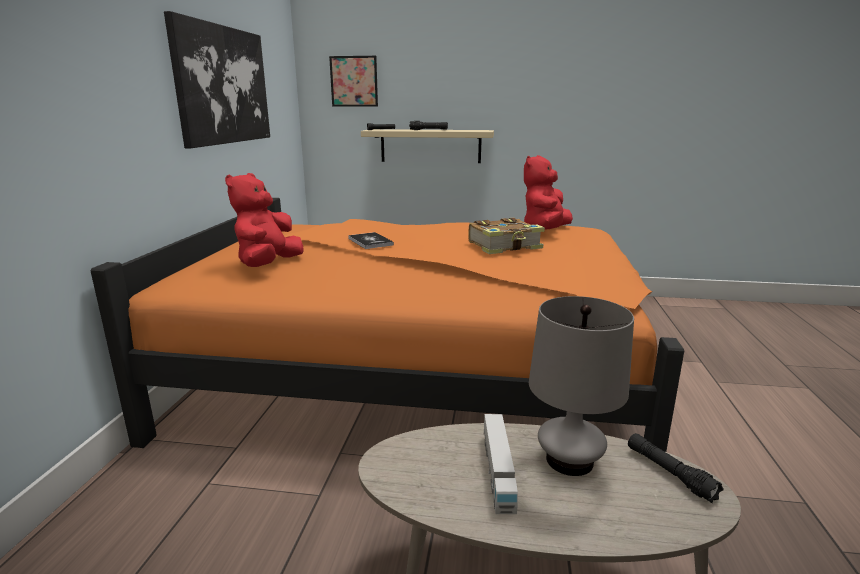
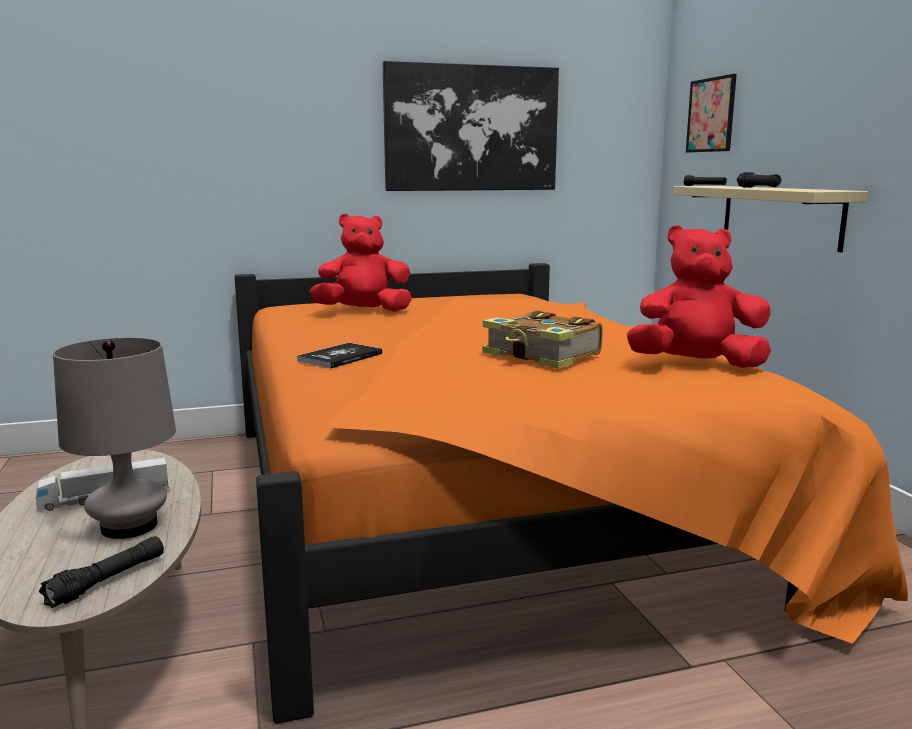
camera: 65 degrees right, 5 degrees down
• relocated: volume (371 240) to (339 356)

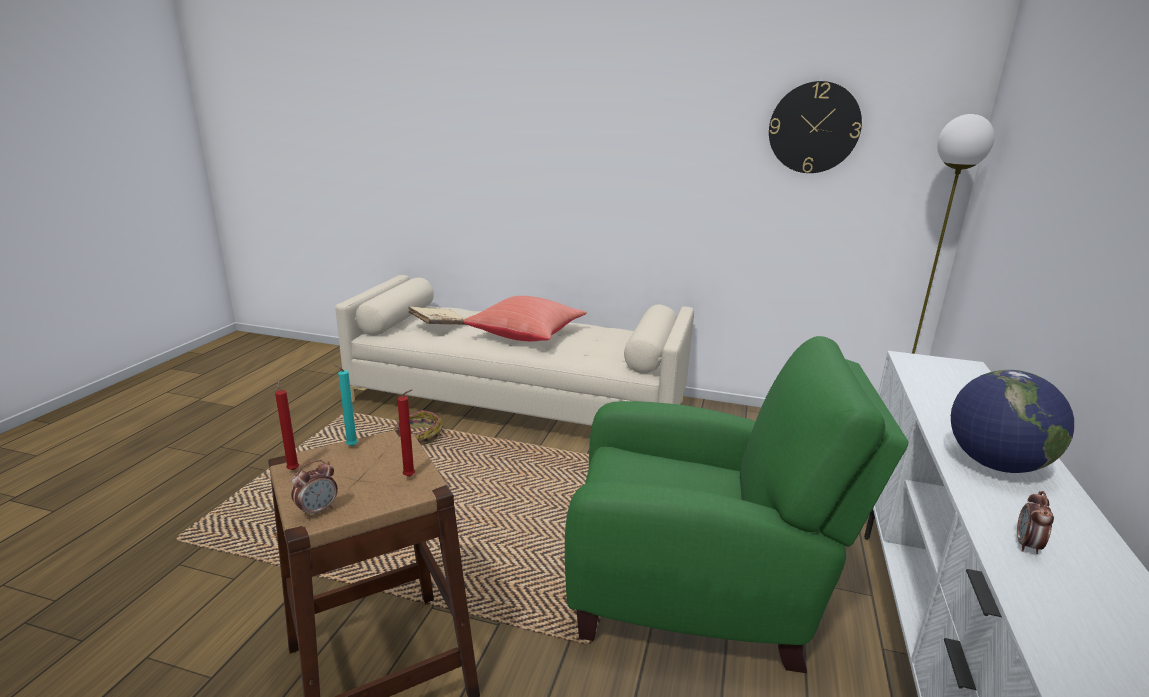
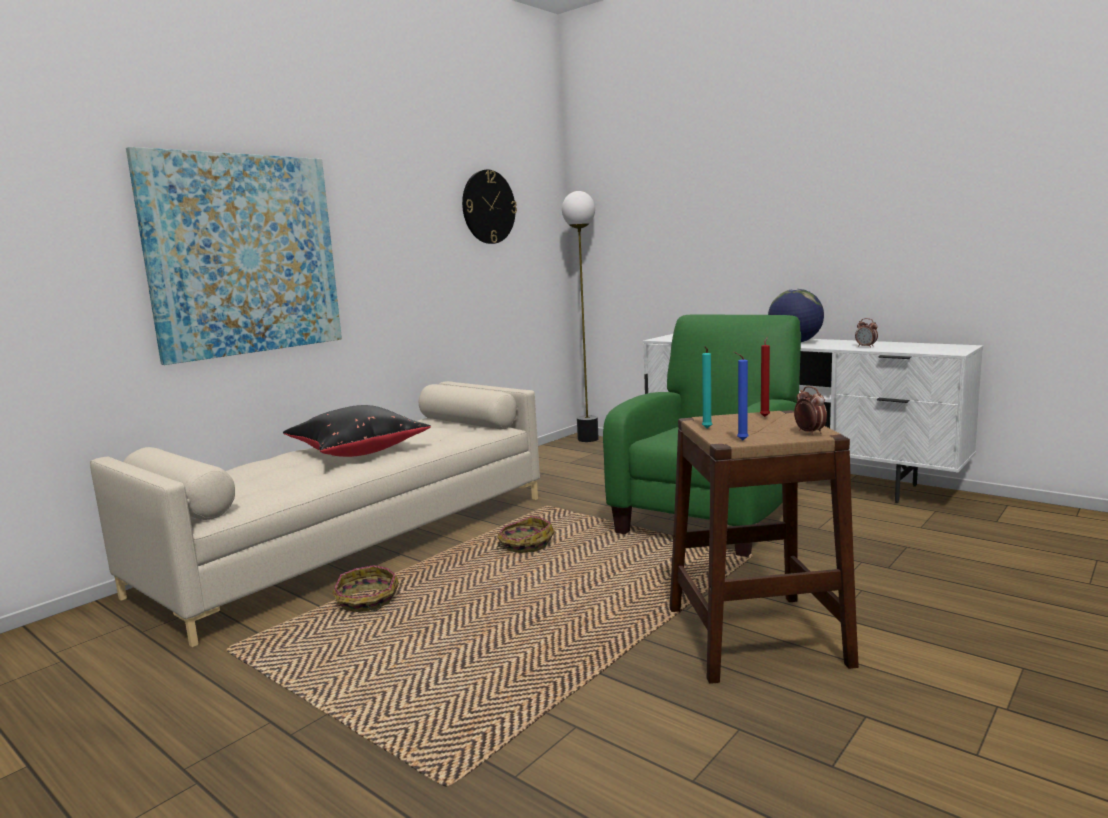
camera: 65 degrees left, 10 degrees down
• colour: wax light in red (287 425) to wax light in bluish (741 396)
• missing: volume in beige-coloured (437 315)
• colour: throw pillow in red (525 318) to throw pillow in blackish (357 431)
• appeared: picture (234 256)
• appeared: household basket (526 534)

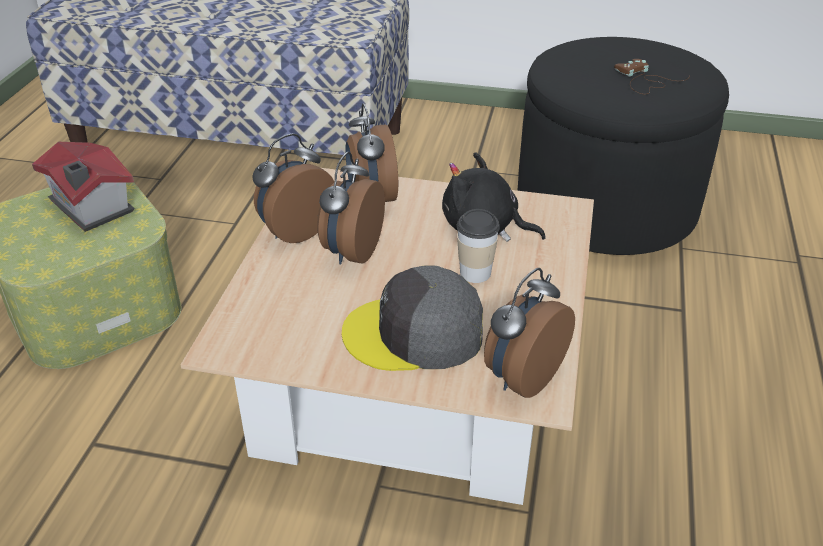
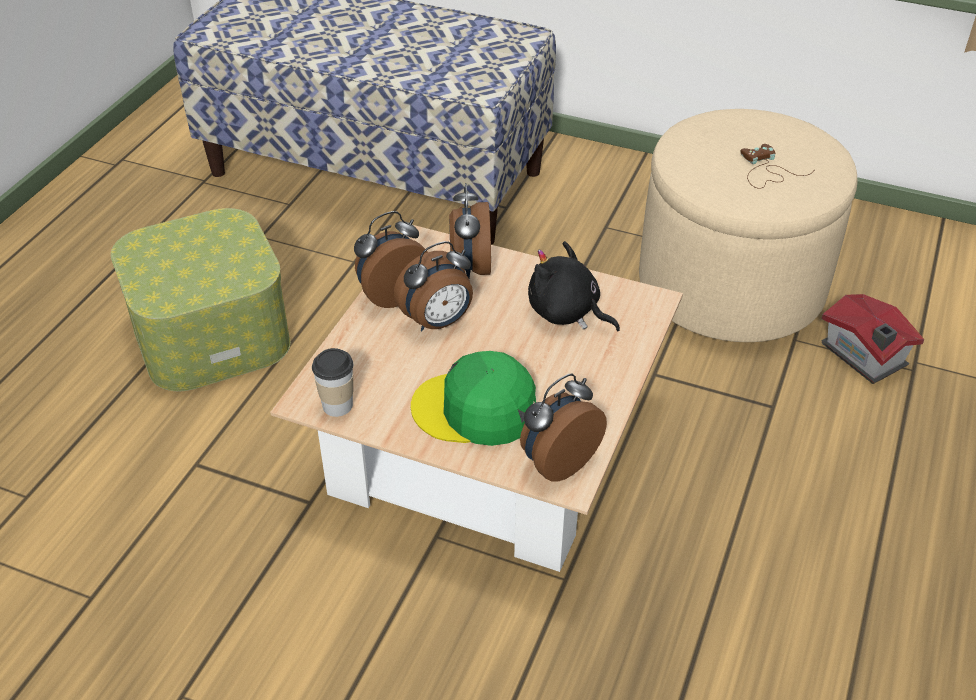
camera: 10 degrees right, 5 degrees up
• relocated: toy house (83 187) to (873 339)
• spun: alarm clock (351 208) = (433 286) 150 degrees counterclockwise
• colour: peaked cap in gray (412 318) to peaked cap in greenish (473 398)
• relocated: small cup (478 246) to (332 382)
• colour: ottoman in blackish (623 146) to ottoman in beige-coloured (748 225)

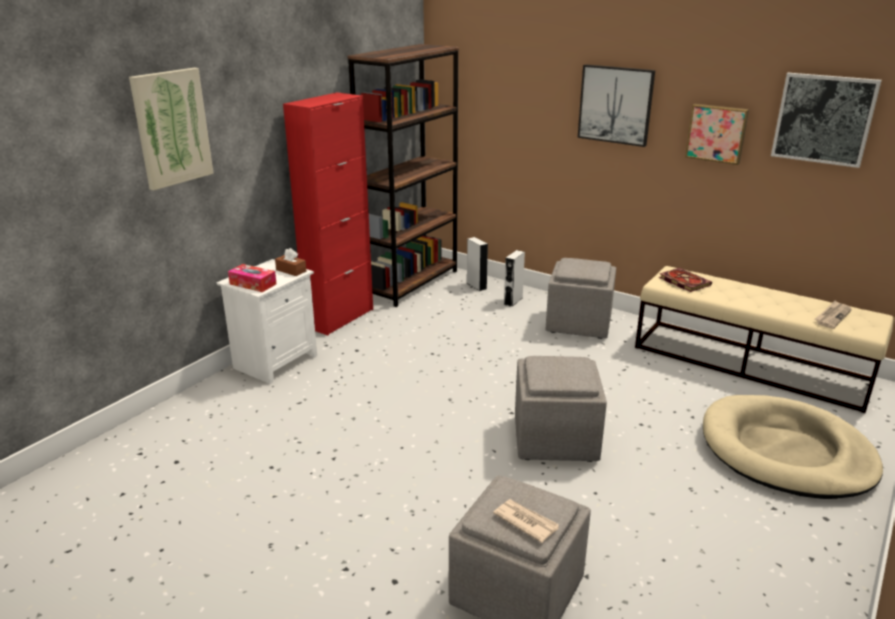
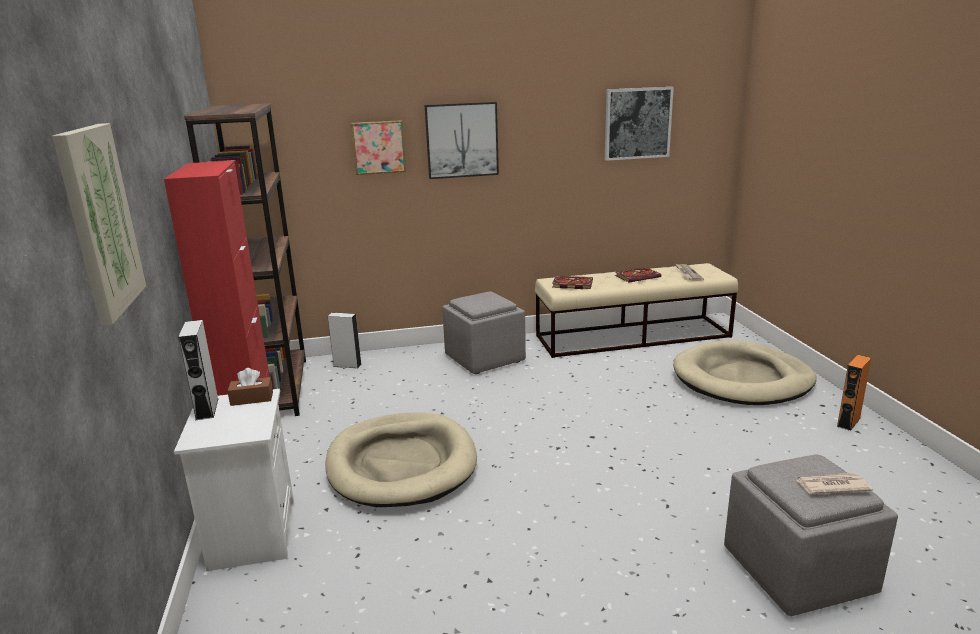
camera: 45 degrees left, 5 degrees down
• missing: tissue holder (252 278)
• relocated: speaker in gray (514 278) to (198 370)
• missing: ottoman in gray (561 409)
• relocated: picture (717 134) to (378 147)
• appeared: dog cushion in beige-coloured (401 459)
• appeared: volume (638 274)
• appeared: speaker in orange (854 393)

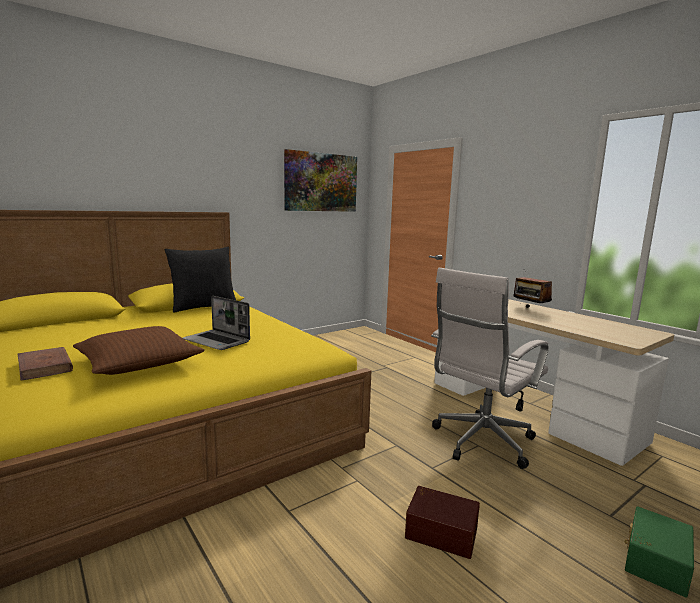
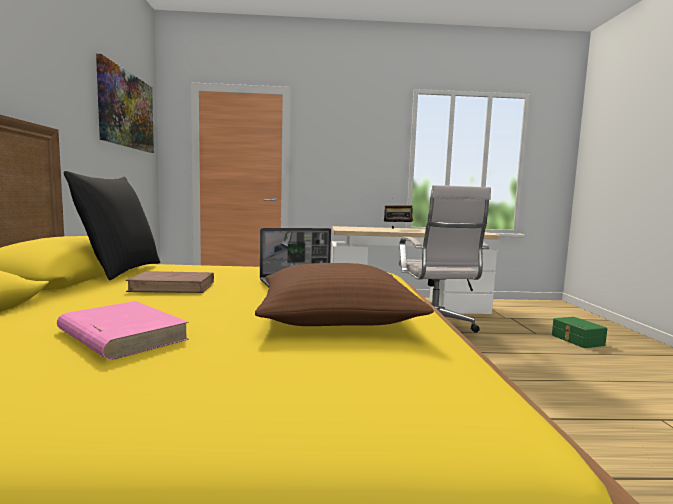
camera: 55 degrees left, 5 degrees down
• relocated: volume in brownish (45 364) to (170 282)
• missing: storage box in brownish (442 522)
• appeared: volume in pink-coloured (123 330)

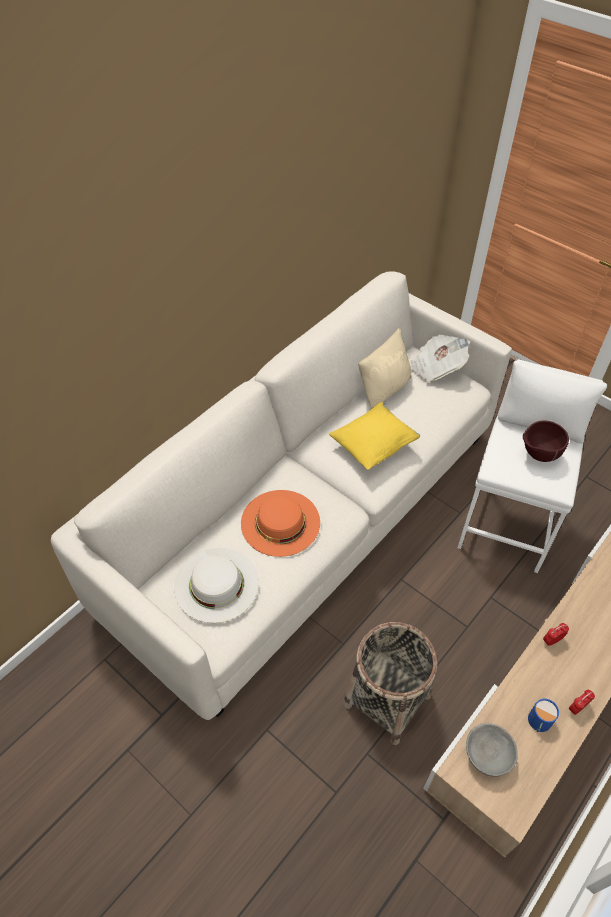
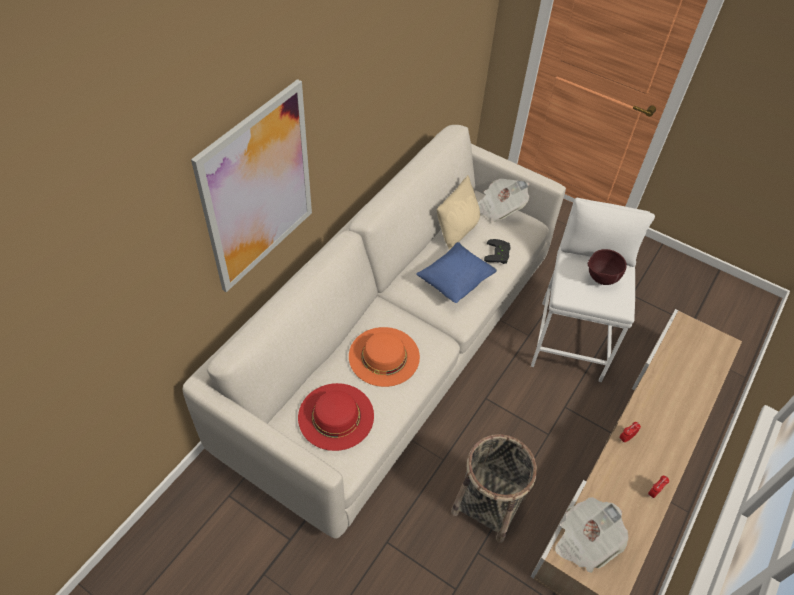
camera: 10 degrees left, 0 degrees up
• colour: hat in white-coloured (216 585) to hat in red (336 417)
• colour: throw pillow in yellow-coloured (374 436) to throw pillow in bluish (456 272)
• exchanged: serving bowl in gray (492 750) to daily paper (591 535)
• missing: tea mug in bluish (543 715)
• appeared: picture (251 185)
• appeared: joypad in blackish (497 251)

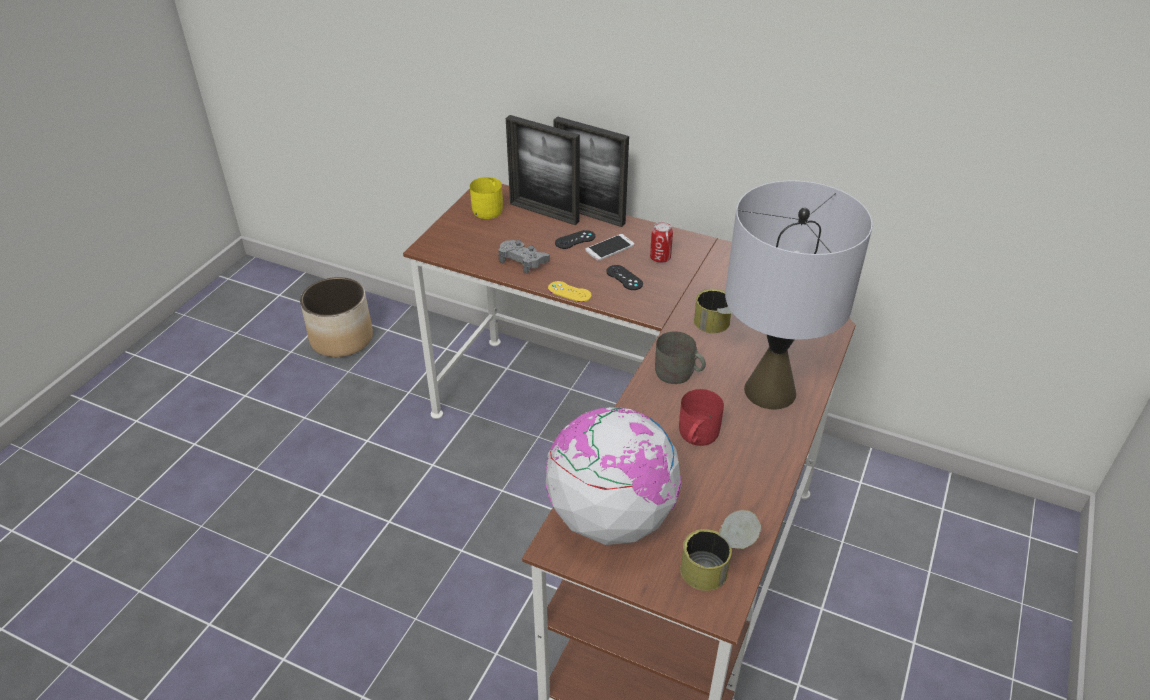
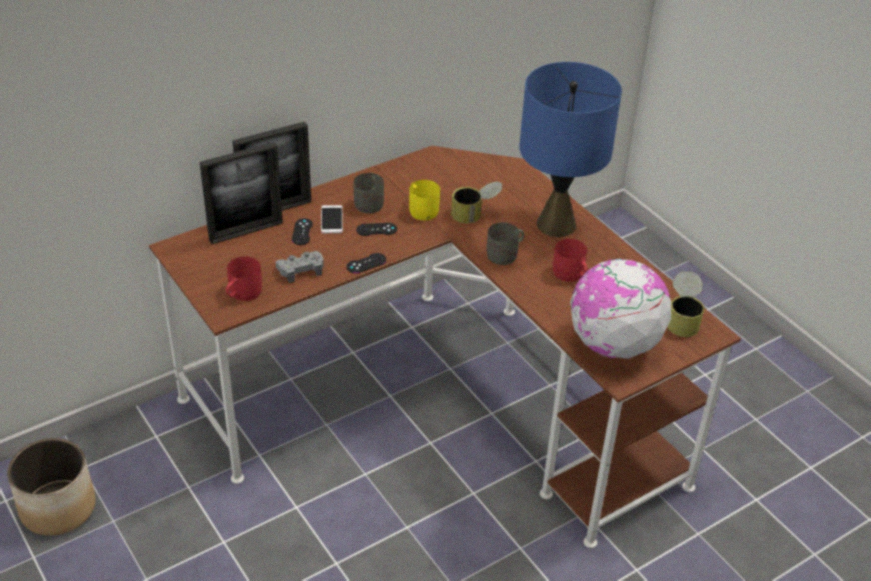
camera: 60 degrees left, 0 degrees up
• relocated: tea mug in yellow-coloured (486 198) to (424 200)
• colour: joypad in yellow-coloured (570 291) to joypad in blackish (366 263)
• exchanged: sealed can (661 242) to tea mug in gray (369 193)
• colour: table lamp in gray (799 295) to table lamp in bluish (570 149)
• appeared: tea mug in red (244 279)

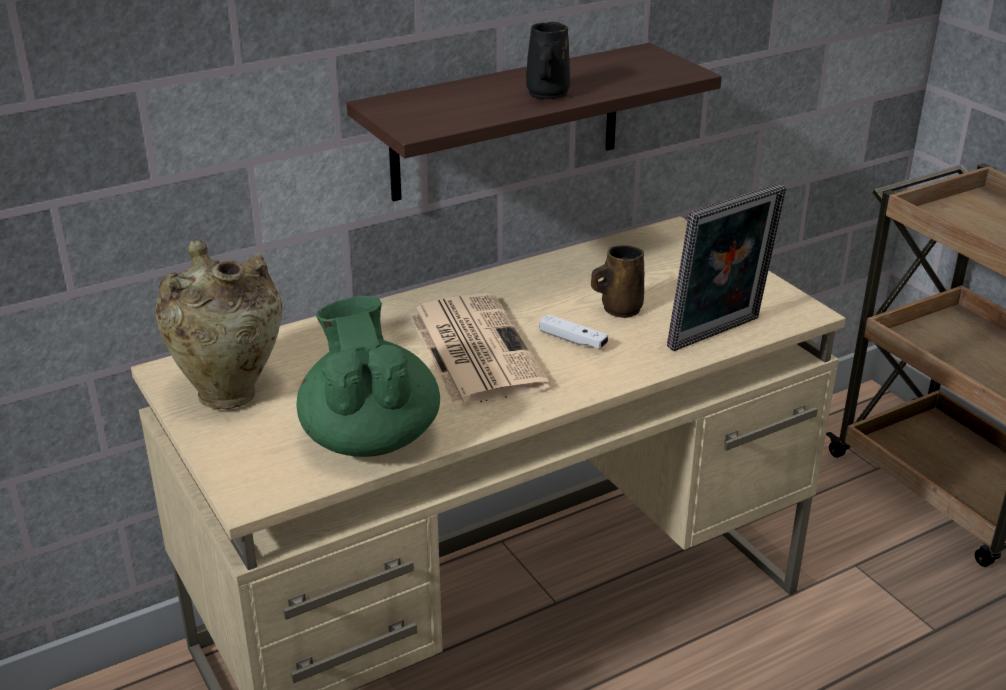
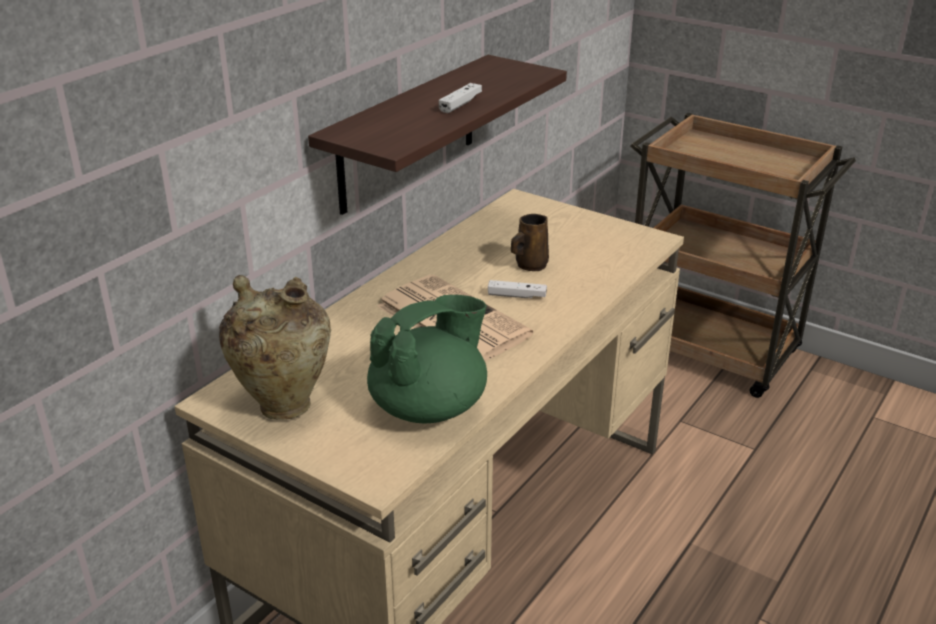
camera: 25 degrees left, 0 degrees up
• spun: pot for tea in greenish (368 376) = (427 359) 90 degrees clockwise
• exchanged: tea mug in blackish (548 60) to joypad in white-coloured (460 98)
• missing: standing frame (726 267)

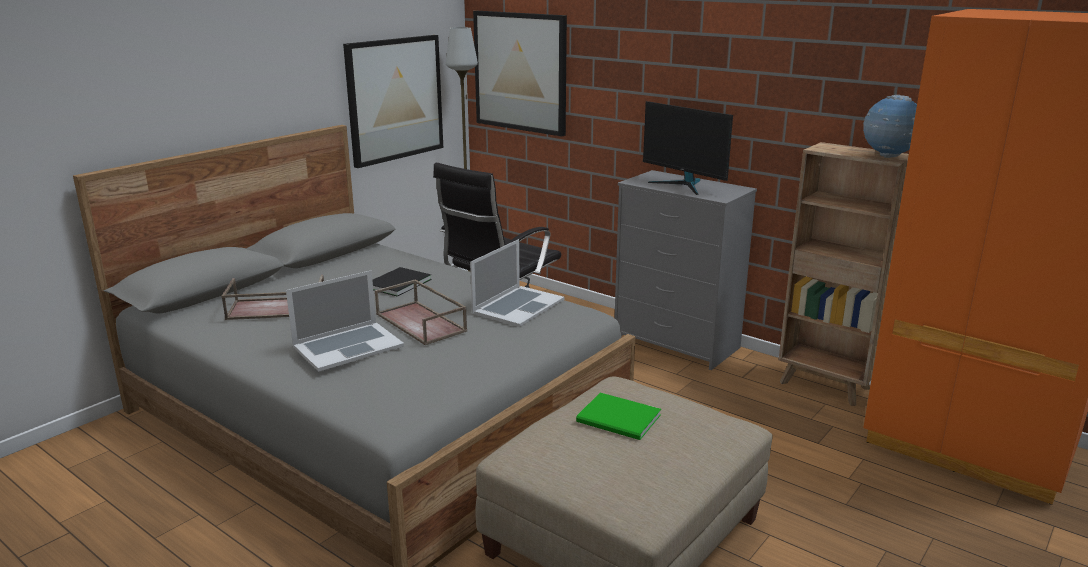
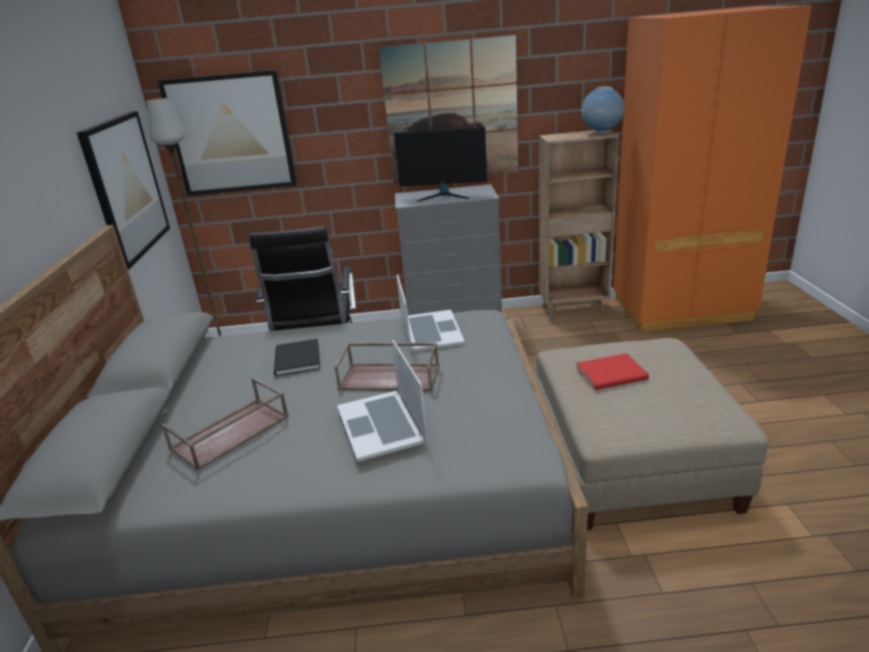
camera: 40 degrees left, 5 degrees up
• spun: notebook computer (345 321) = (382 401) 150 degrees clockwise
• colour: volume in greenish (618 416) to volume in red (612 371)
• appeared: picture (448 109)

